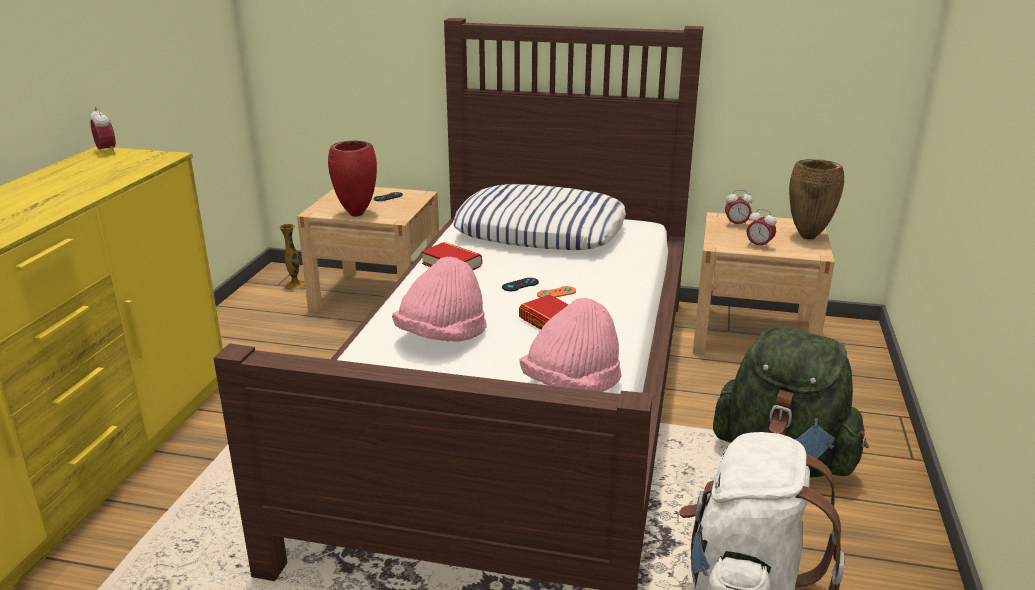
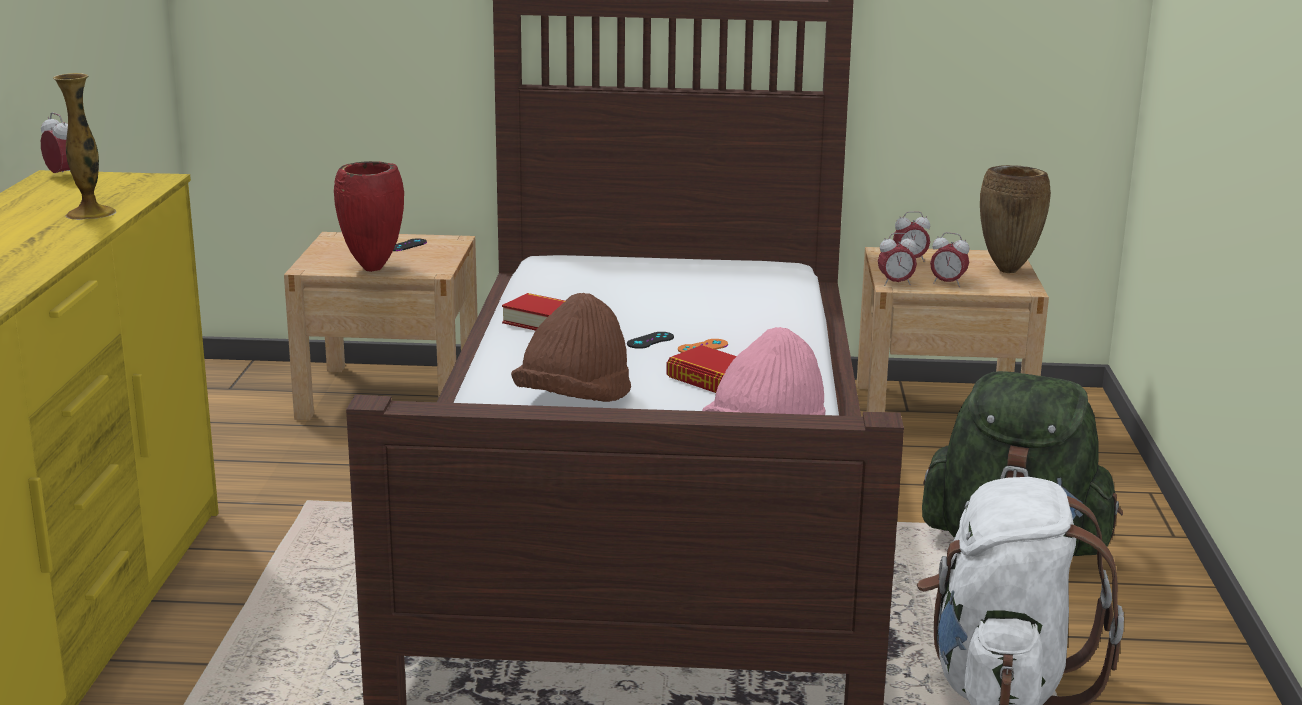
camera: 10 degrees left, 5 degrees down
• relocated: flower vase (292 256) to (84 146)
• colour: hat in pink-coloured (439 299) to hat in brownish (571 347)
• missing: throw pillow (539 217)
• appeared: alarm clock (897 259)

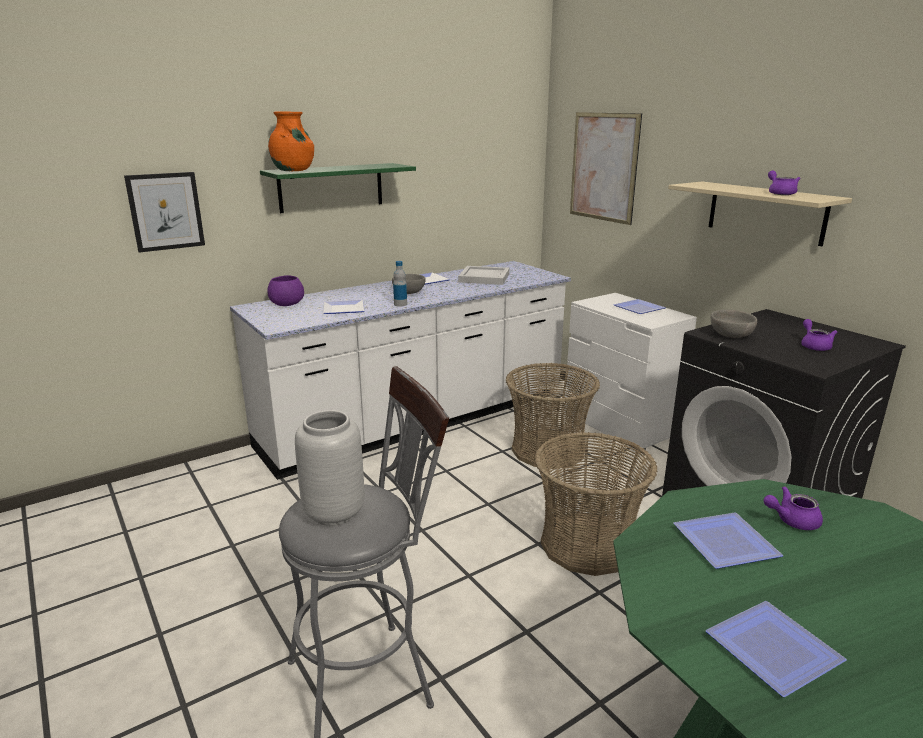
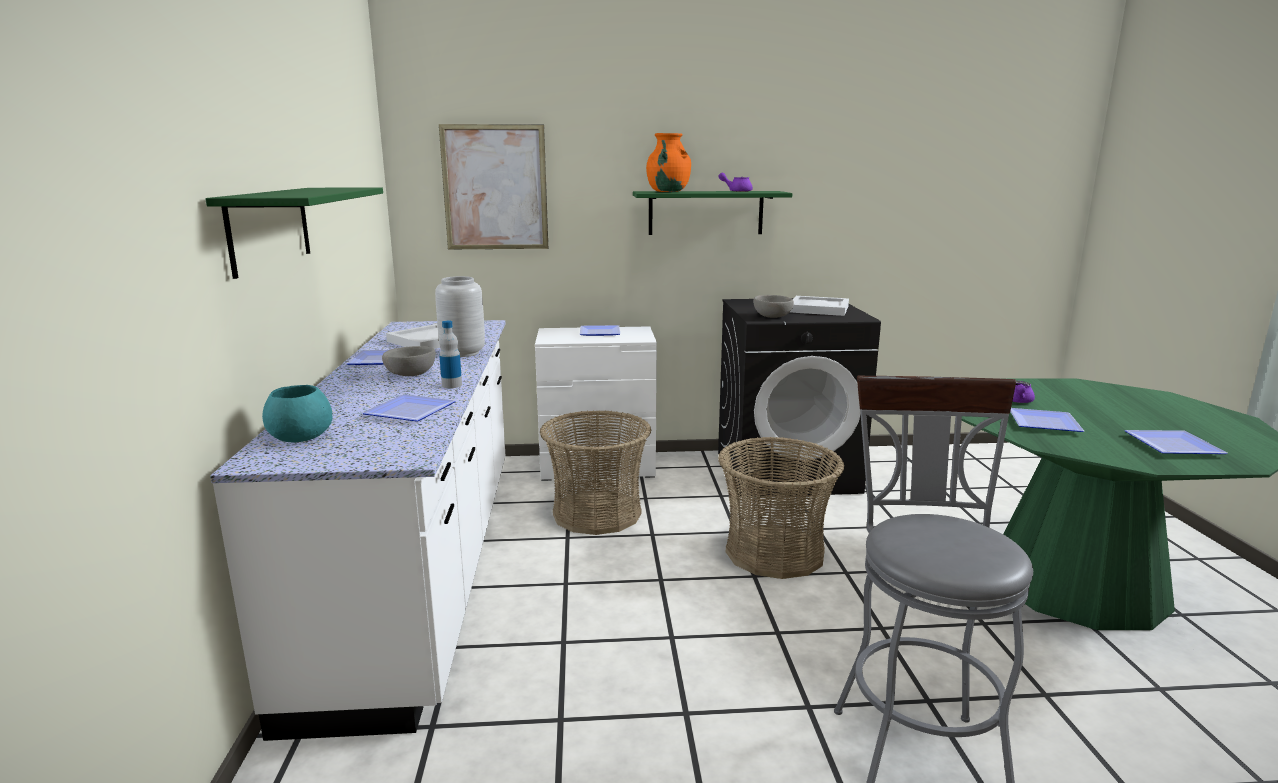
camera: 60 degrees left, 5 degrees down
• missing: picture (164 212)
• colour: serving bowl in purple-coloured (285 290) to serving bowl in turquoise-coloured (297 414)
• relocated: flower vase in orange (291 141) to (668 162)
• relocated: flower vase in gray (329 468) to (460 316)
• colour: bracket shelf in beige-coloured (760 214) to bracket shelf in greenish (712 213)
• exchanged: pot for tea in purple-coloured (819 335) to carrying tray in white-coloured (819 306)

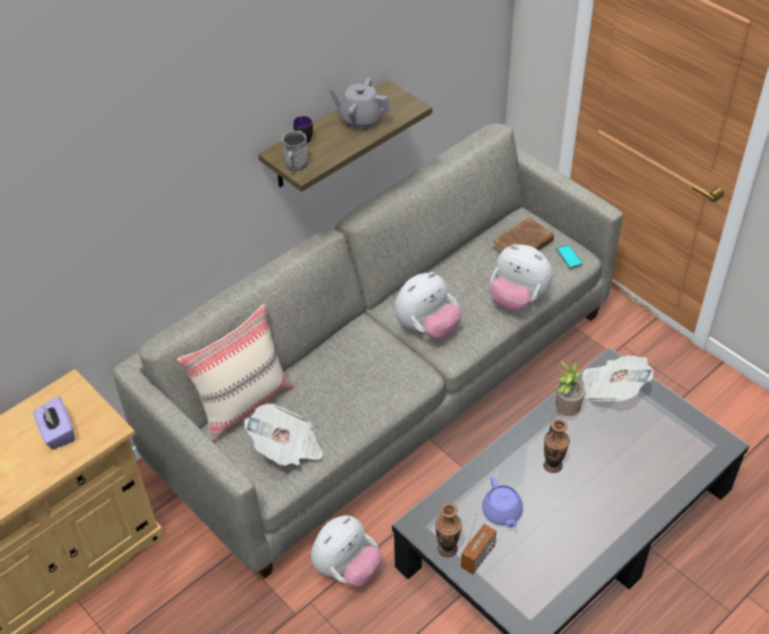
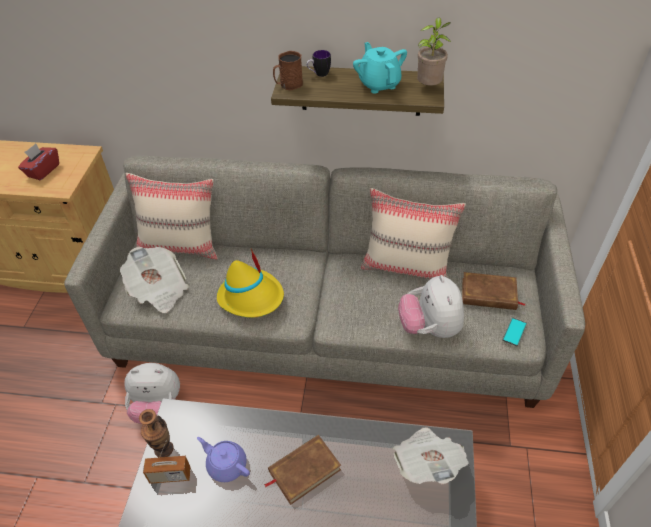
camera: 50 degrees right, 0 degrees up
• colour: tissue holder in purple-coloured (54 423) to tissue holder in red (38 162)
• colour: tea mug in gray (295 151) to tea mug in brownish (288 70)
• colour: pot for tea in gray (360 103) to pot for tea in turquoise-coloured (380 68)
• missing: plush toy (428 305)
• spun: pot for tea in purple-coloured (502 501) = (223 459) 90 degrees clockwise
• exchanged: flower vase (556 446) to volume in brownish (302 470)
• relocated: potted plant (570 388) to (434 51)
• appeared: hat in yellow-coloured (250 283)
• appeared: throw pillow in beige-coloured (413 233)

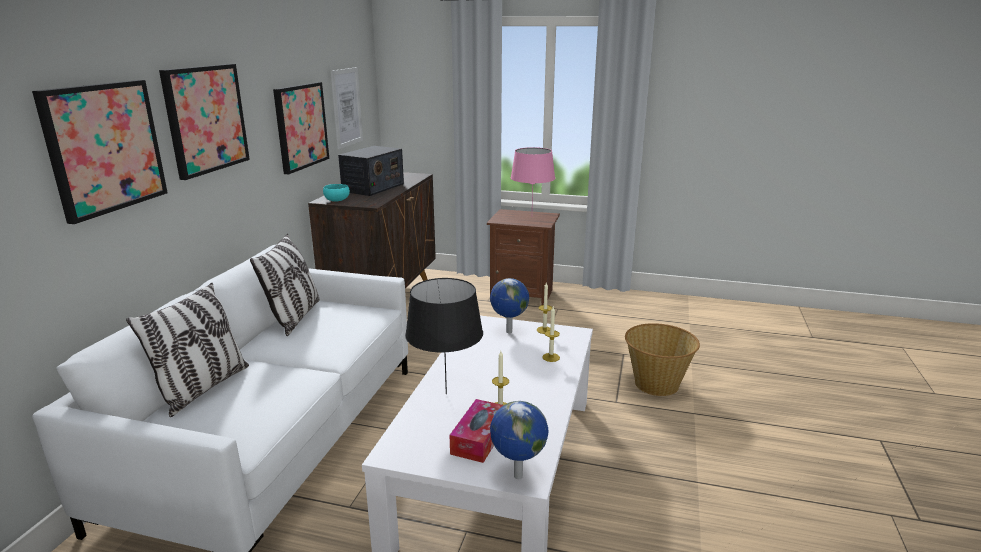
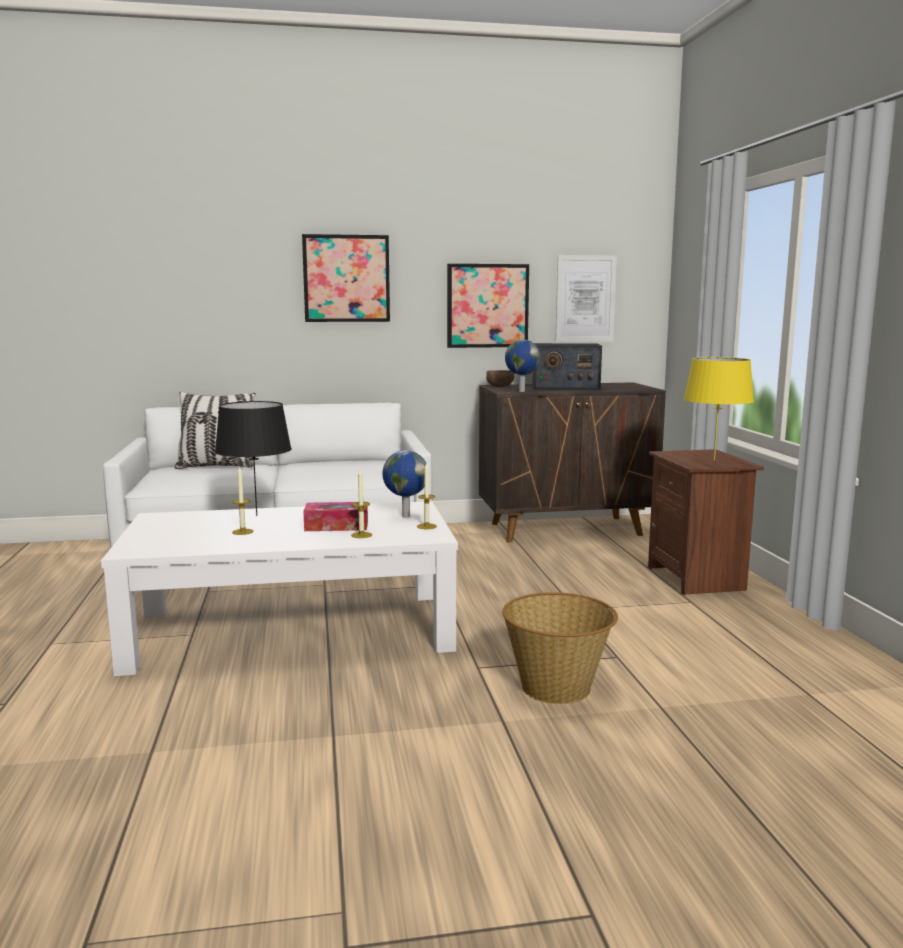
camera: 65 degrees right, 10 degrees down
• missing: picture (100 152)
• missing: throw pillow (285 285)
• colour: serving bowl in turquoise-coloured (336 193) to serving bowl in brownish (500 378)
• relocated: tissue holder (476 431) to (335 516)
• relocated: globe (519 440) to (522 365)
• colour: table lamp in pink-coloured (533 176) to table lamp in yellow-coloured (719 408)

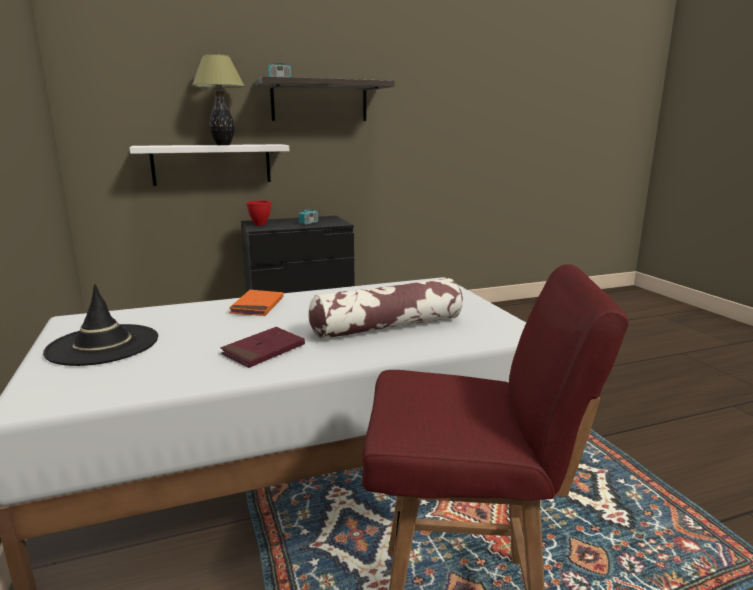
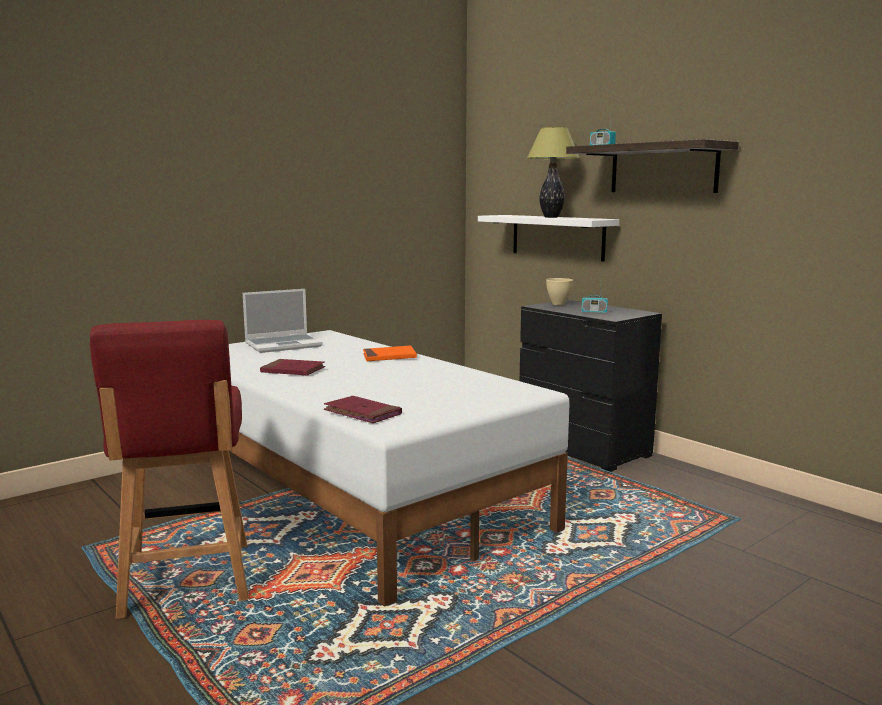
camera: 70 degrees right, 5 degrees down
• exchanged: hat in blackish (100 325) to notebook computer (283 321)
• colour: serving bowl in red (259 213) to serving bowl in beige-coloured (559 291)
• missing: throw pillow (385 308)
• appeared: volume in red (363 409)

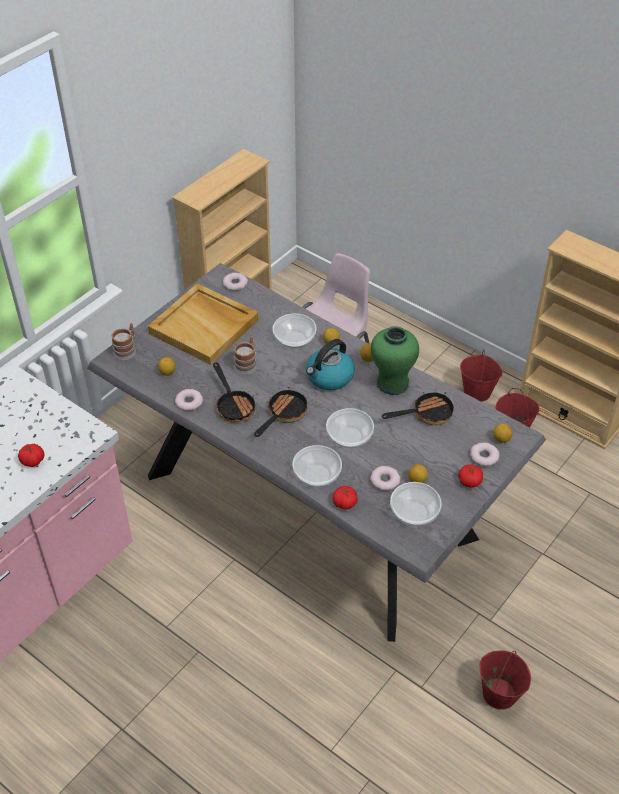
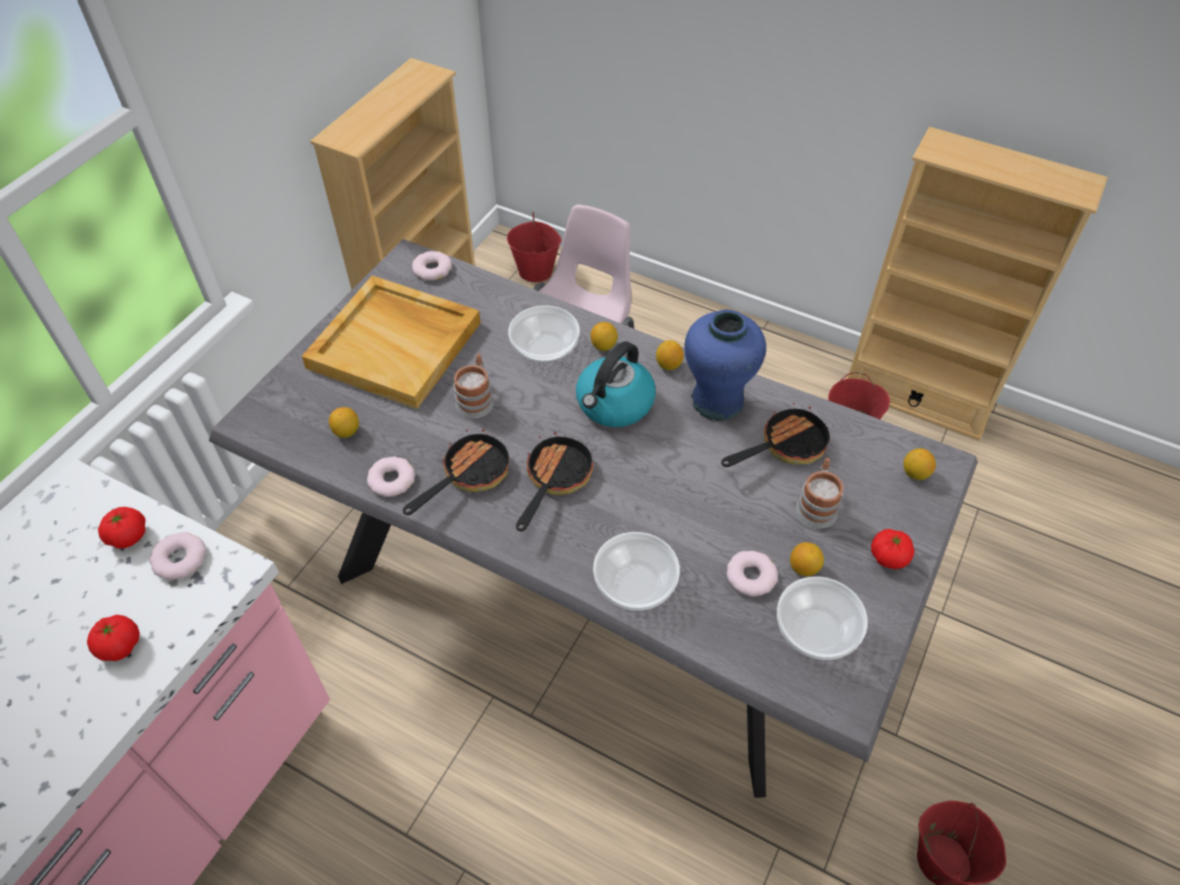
camera: 10 degrees left, 5 degrees up
• relocated: tea mug (123 341) to (820 493)
• spun: frying pan (235 392) = (456 472) 105 degrees counterclockwise
• missing: serving bowl (350 428)
• relocated: fresh tomato (345 498) to (121 528)
• colour: flower vase in greenish (395 360) to flower vase in bluish (725 365)
• relocated: pail in red (481 375) to (534 247)
• relocated: doughnut (484 454) to (178 556)

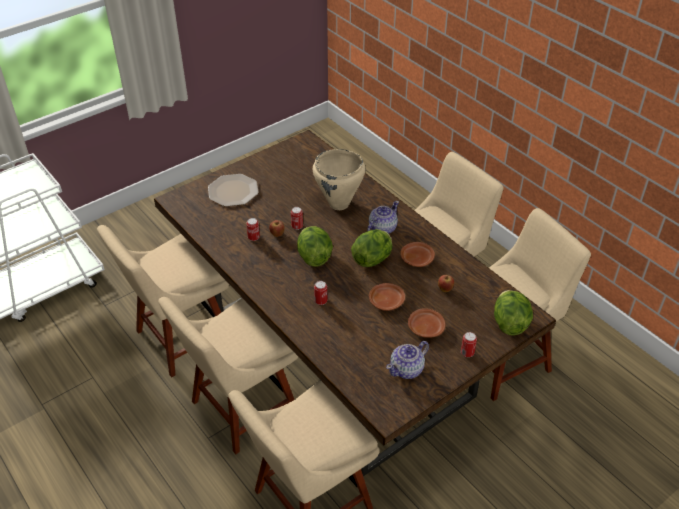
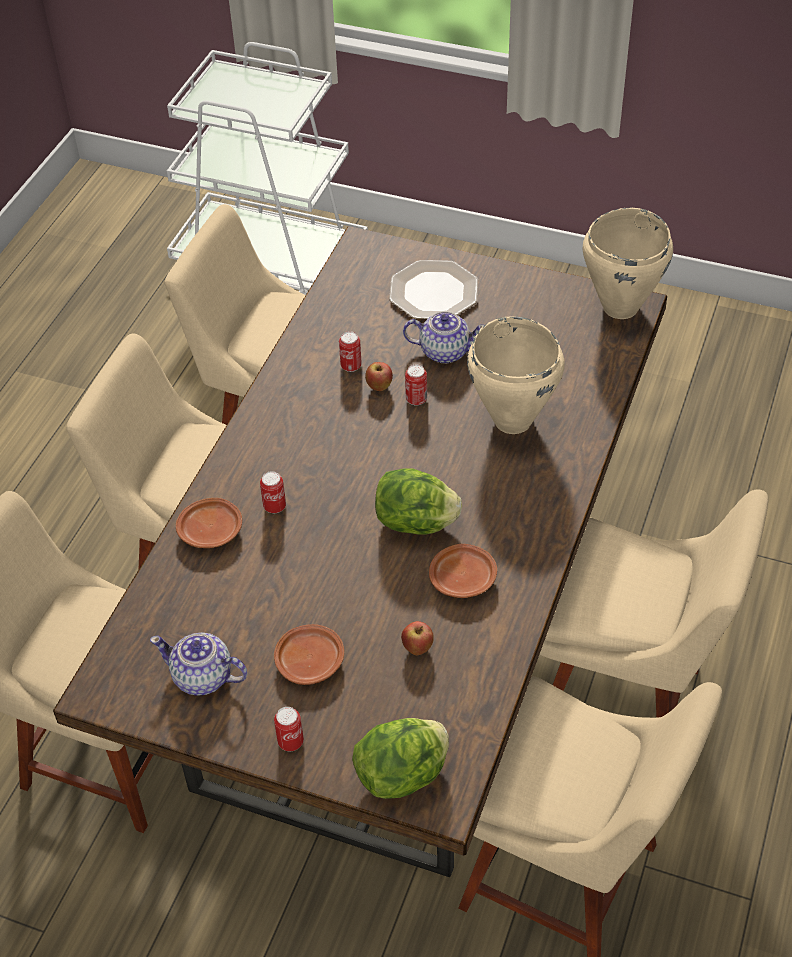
camera: 60 degrees right, 5 degrees up
• missing: head of lettuce (315 246)
• relocated: pot for tea (383 217) to (443 337)
• relocated: dinner plate in brownish (387 297) to (209 523)
• appeared: saucepot in beige-coloured (628 263)

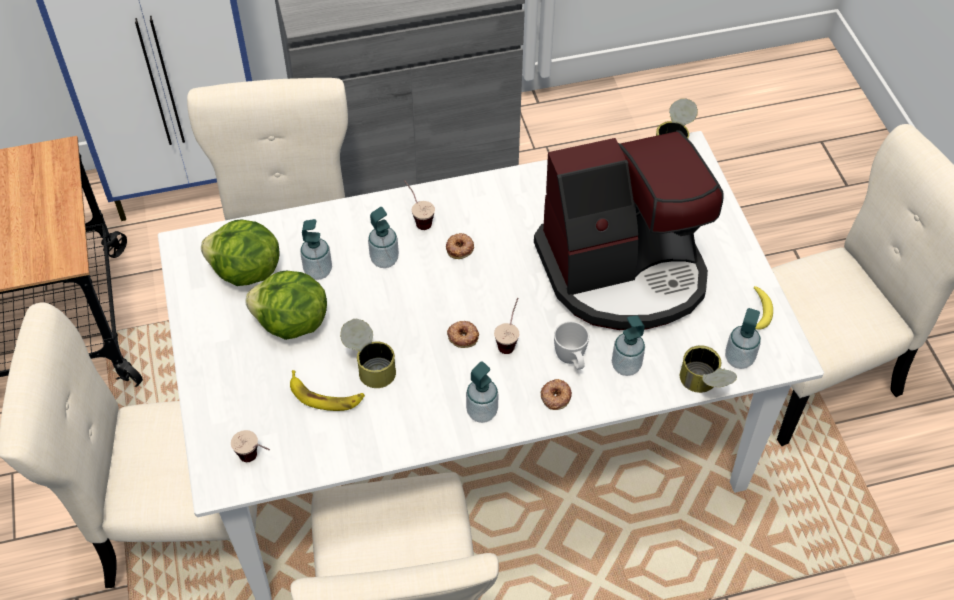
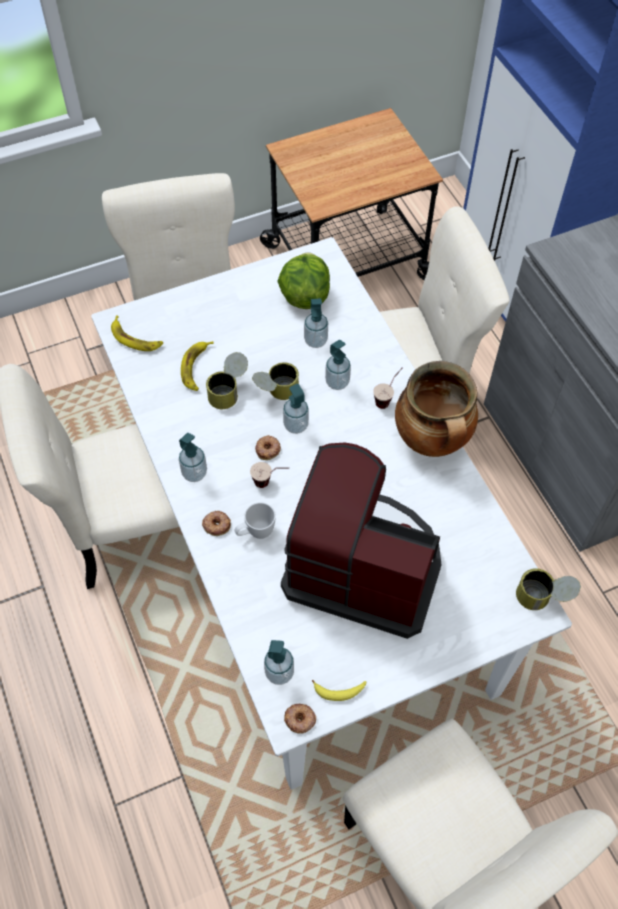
camera: 80 degrees right, 5 degrees up
• exchanged: small cup (250 446) to banana (137 333)
• missing: head of lettuce (286 305)
• relocated: doughnut (460 246) to (300 719)
• spun: coffee maker (628 230) = (361 540) 135 degrees clockwise
• relocated: soap dispenser (628 346) to (296 409)
• relocated: sealed can (708 369) to (275 381)
• appeared: saucepot (436 409)

